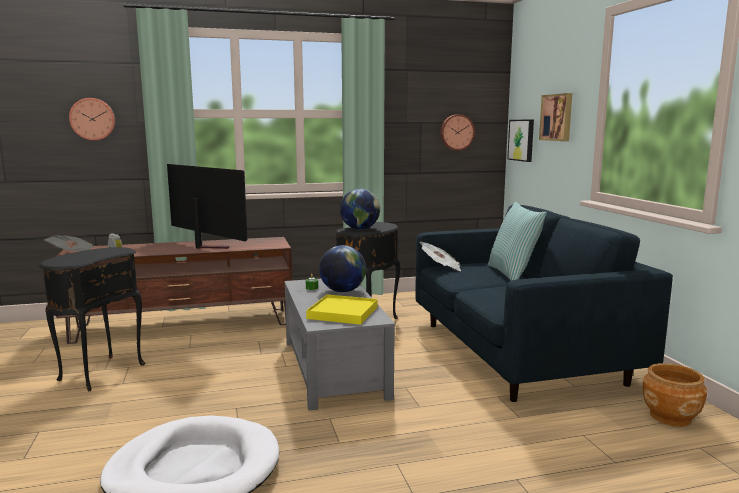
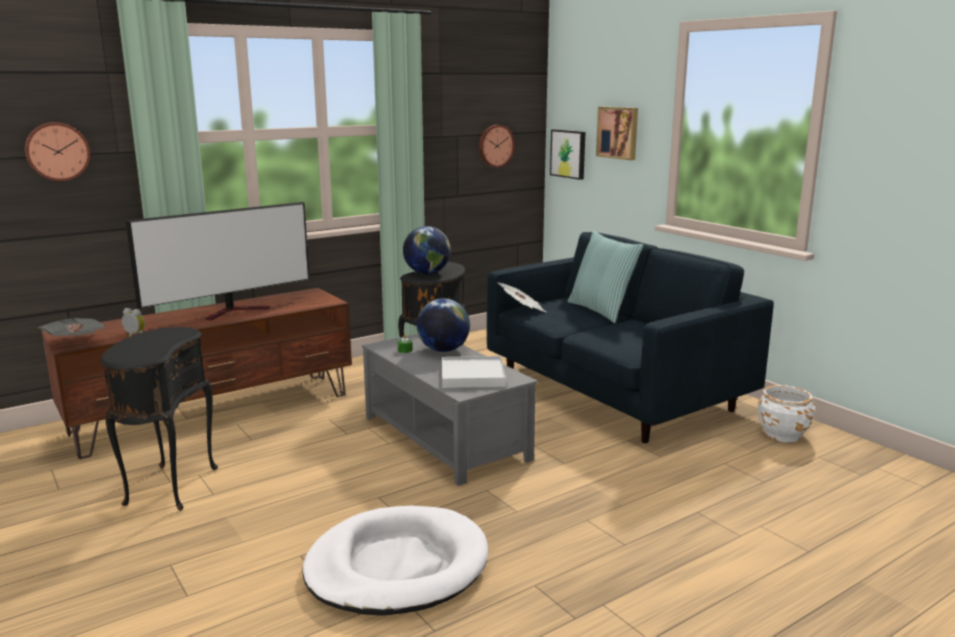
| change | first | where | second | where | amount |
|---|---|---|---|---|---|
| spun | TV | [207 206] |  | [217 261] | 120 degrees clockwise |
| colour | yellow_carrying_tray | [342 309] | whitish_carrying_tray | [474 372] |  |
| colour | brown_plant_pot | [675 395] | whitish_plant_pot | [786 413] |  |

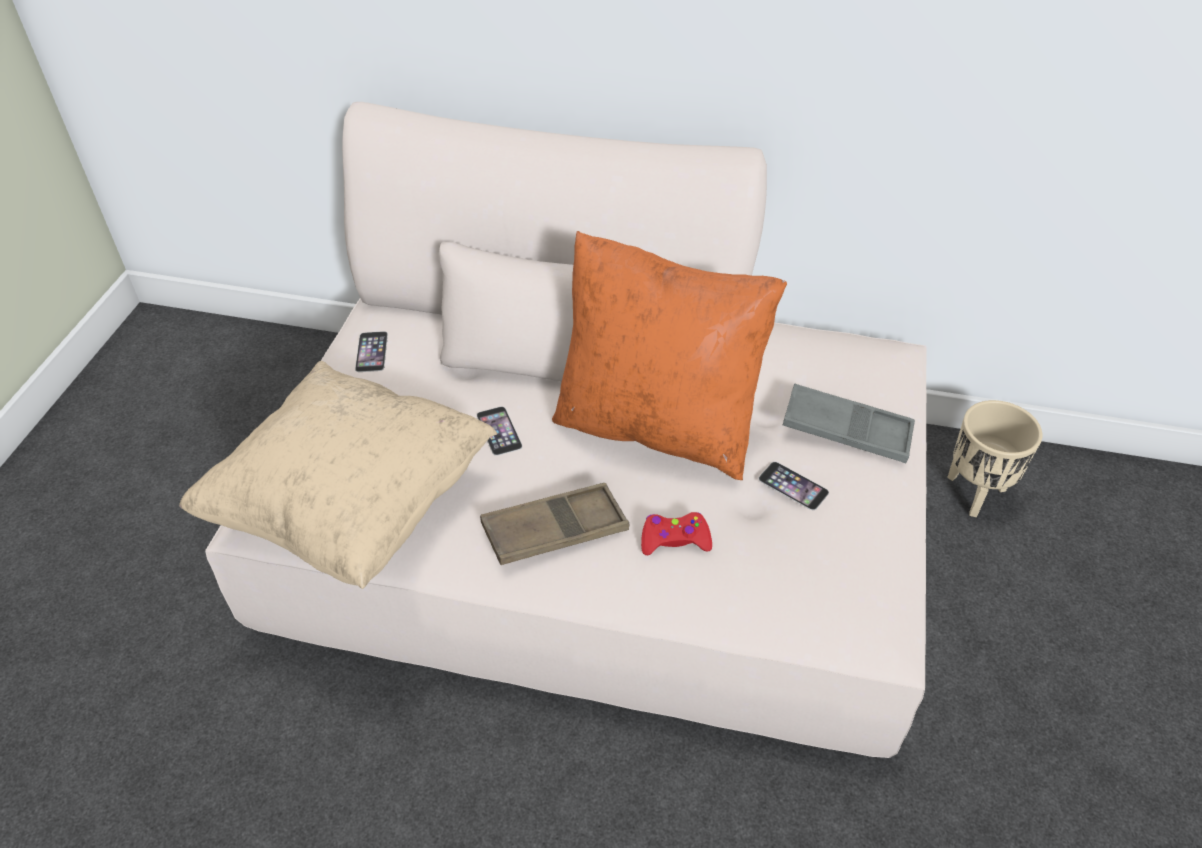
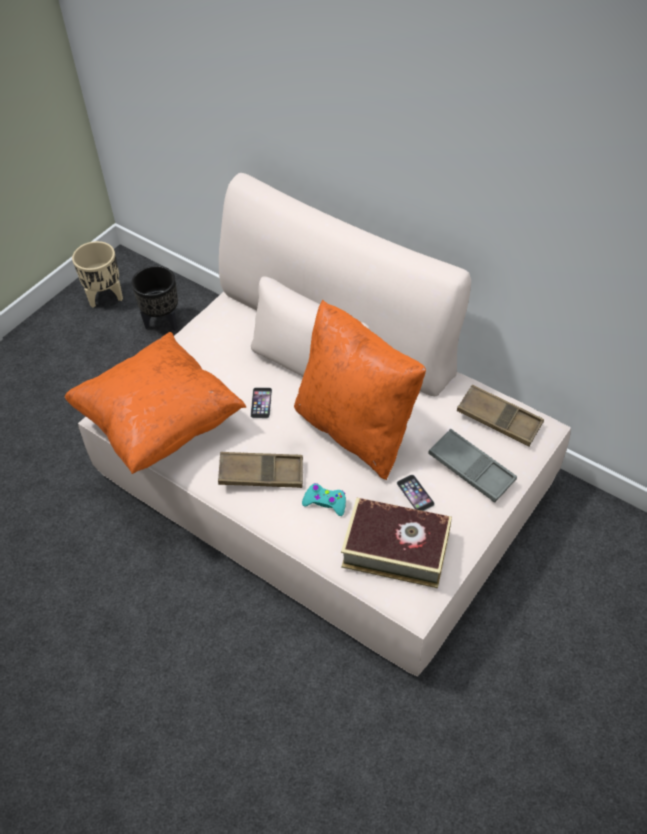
| change | first | where | second | where | amount |
|---|---|---|---|---|---|
| colour | beige-coloured_pillow | [338 475] | orange_pillow | [155 403] |  |
| missing | handset | [371 351] |  |  |  |
| colour | red_joypad | [676 533] | turquoise-coloured_joypad | [324 499] |  |
| relocated | beige-coloured_plant_pot | [994 458] |  | [97 274] |  |
| appeared |  |  | blackish_plant_pot | [154 298] |  |
| appeared |  |  | bound_book | [396 543] |  |
| appeared |  |  | brown_carrying_tray | [500 416] |  |

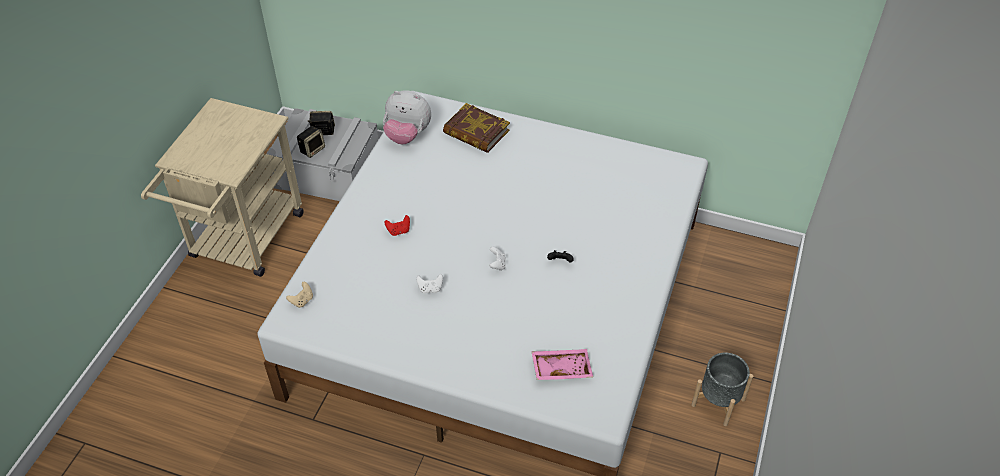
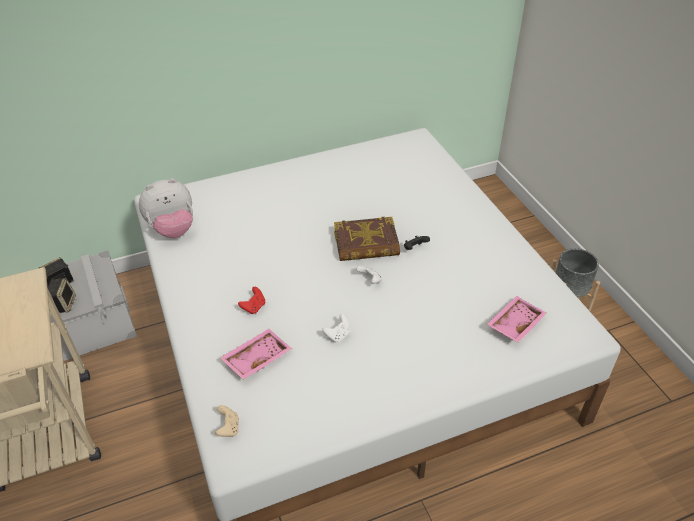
| change | first | where | second | where | amount |
|---|---|---|---|---|---|
| relocated | bound_book | [476 128] |  | [367 239] |  |
| appeared |  |  | pink-coloured_carrying_tray | [256 354] |  |

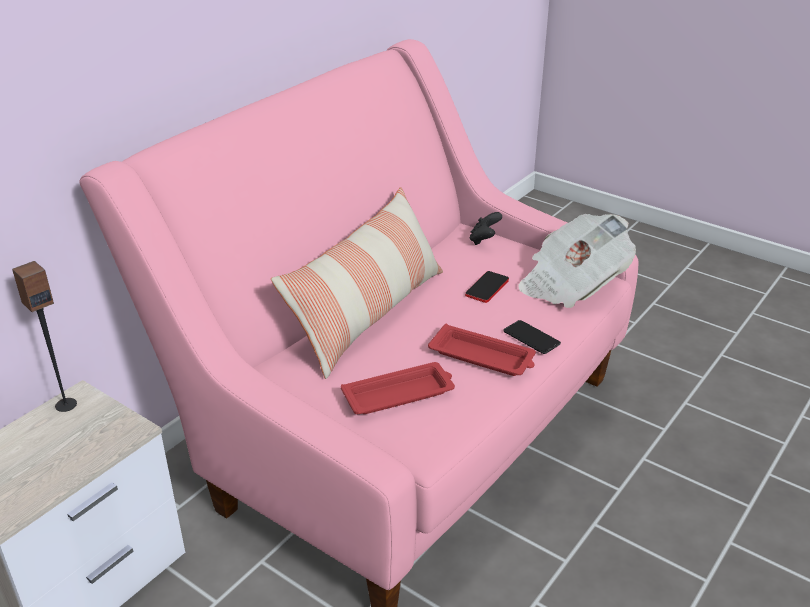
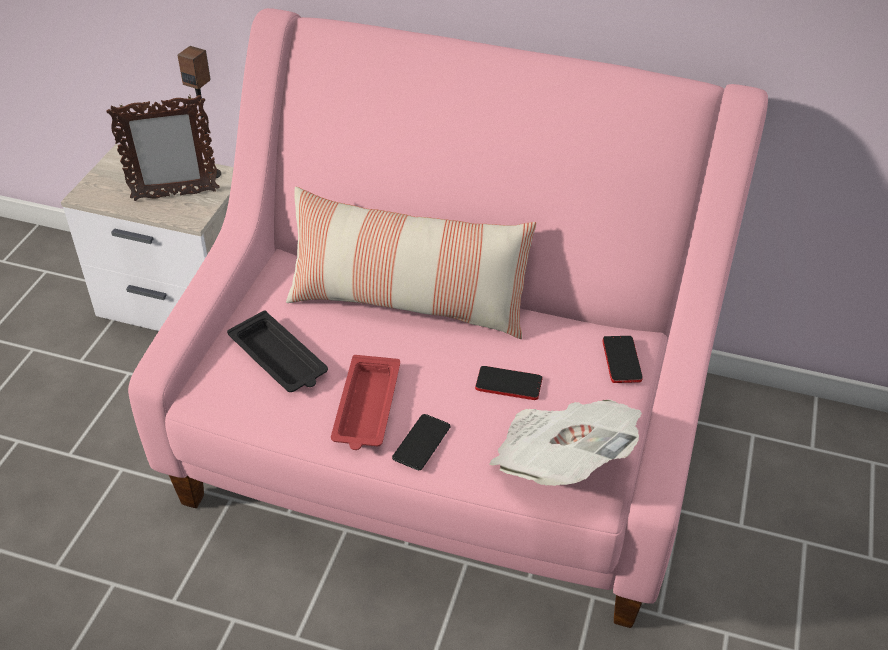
| change | first | where | second | where | amount |
|---|---|---|---|---|---|
| colour | red_carrying_tray | [398 388] | blackish_carrying_tray | [277 351] |  |
| exchanged | blackish_joypad | [486 228] | handset | [623 359] |  |
| appeared |  |  | picture_frame | [163 148] |  |

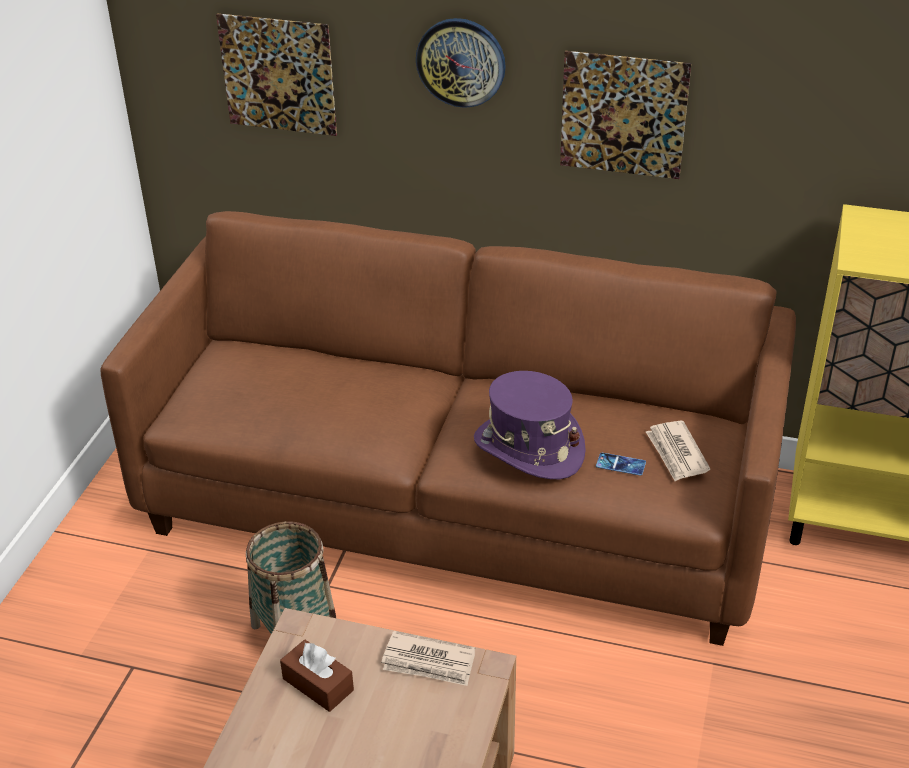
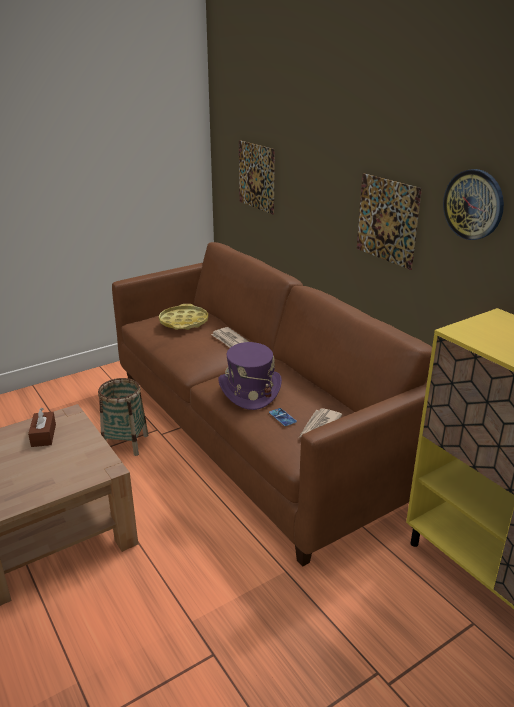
| change | first | where | second | where | amount |
|---|---|---|---|---|---|
| relocated | newspaper | [428 658] |  | [230 337] |  |
| relocated | wall_clock | [461 63] |  | [473 204] |  |
| appeared |  |  | yellow_carrying_tray | [183 317] |  |

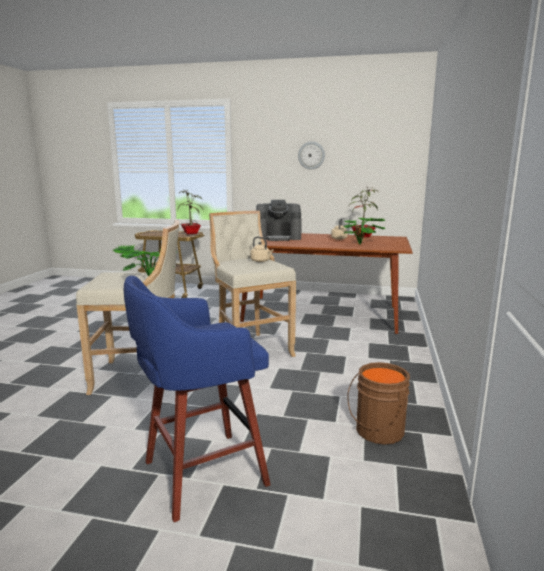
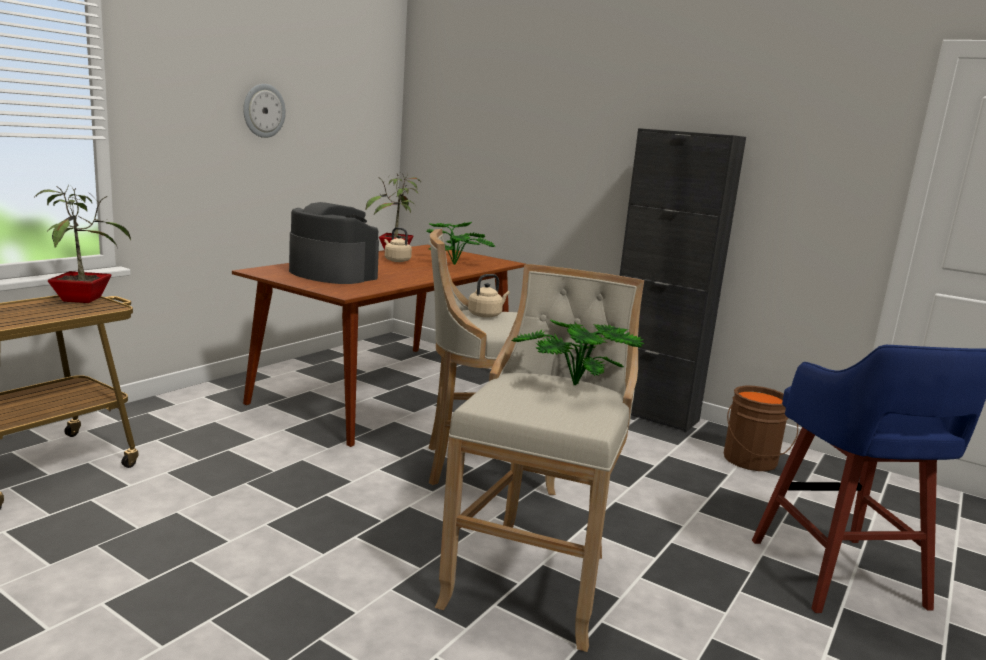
| change | first | where | second | where | amount |
|---|---|---|---|---|---|
| spun | coffee_machine | [279 220] |  | [334 243] | 75 degrees counterclockwise |
| appeared |  |  | blackish_storage_cabinet | [682 280] |  |

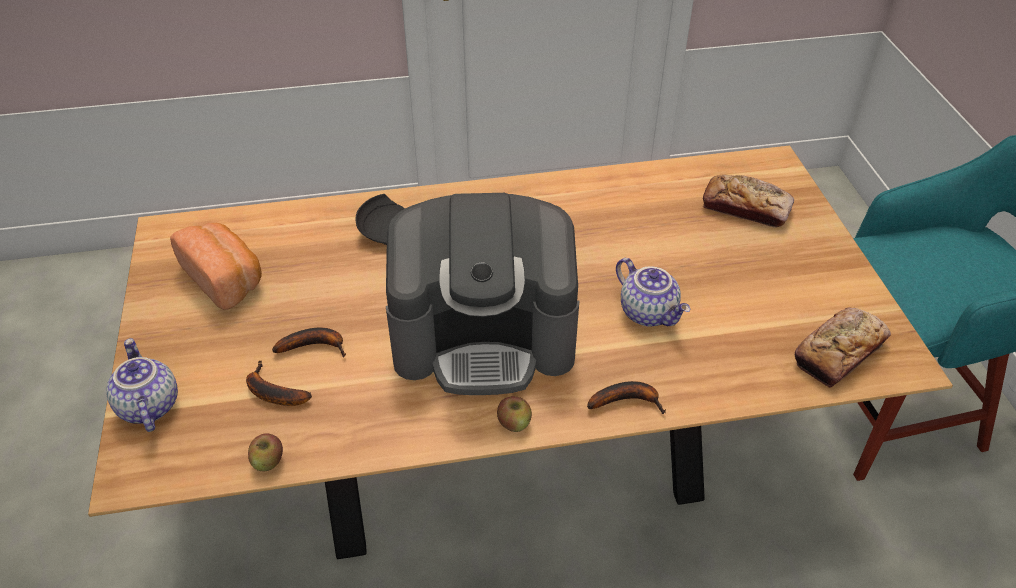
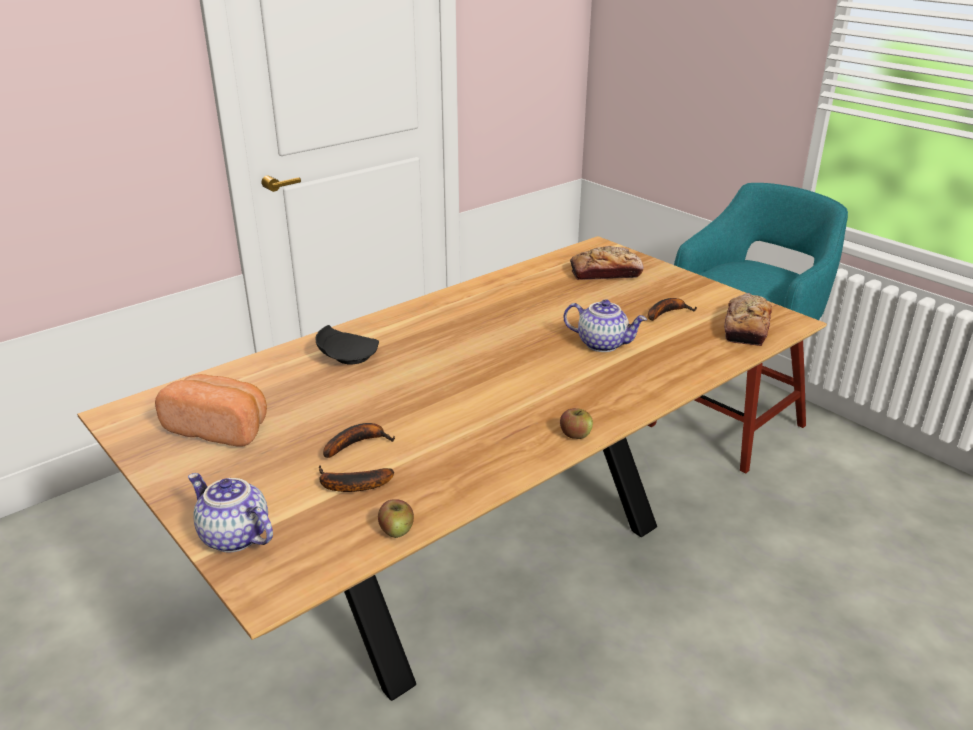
| change | first | where | second | where | amount |
|---|---|---|---|---|---|
| missing | coffee_machine | [482 294] |  |  |  |
| relocated | whole_banana | [627 397] |  | [672 309] |  |

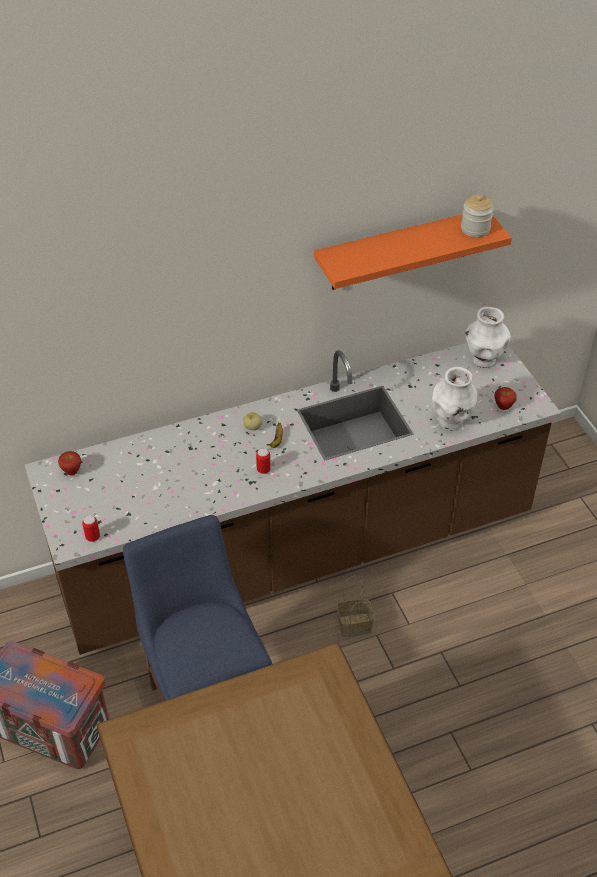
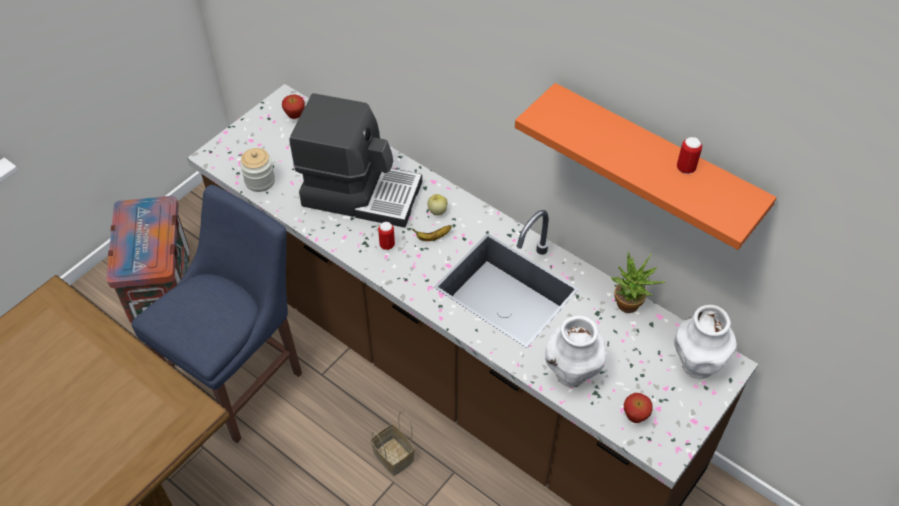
| change | first | where | second | where | amount |
|---|---|---|---|---|---|
| relocated | sealed_can | [91 528] |  | [689 155] |  |
| relocated | jar | [477 215] |  | [257 170] |  |
| appeared |  |  | coffee_machine | [355 160] |  |
| appeared |  |  | potted_plant | [638 282] |  |

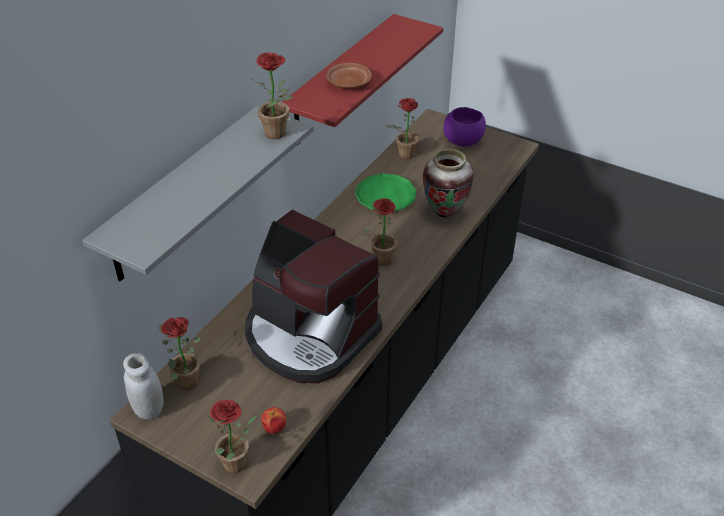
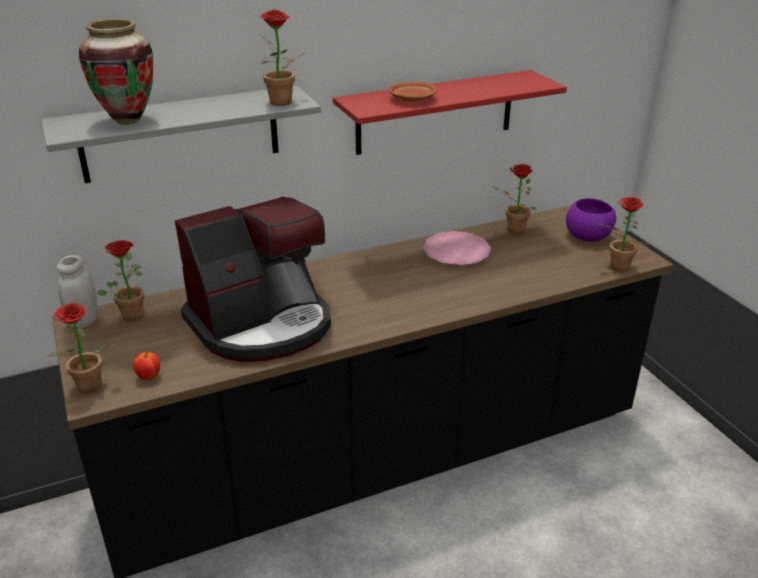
| change | first | where | second | where | amount |
|---|---|---|---|---|---|
| spun | coffee_machine | [313 296] |  | [253 279] | 105 degrees counterclockwise |
| colour | greenish_plate | [386 192] | pink-coloured_plate | [457 248] |  |
| relocated | potted_plant | [385 231] |  | [624 234] |  |
| relocated | decorative_vase | [448 184] |  | [116 72] |  |

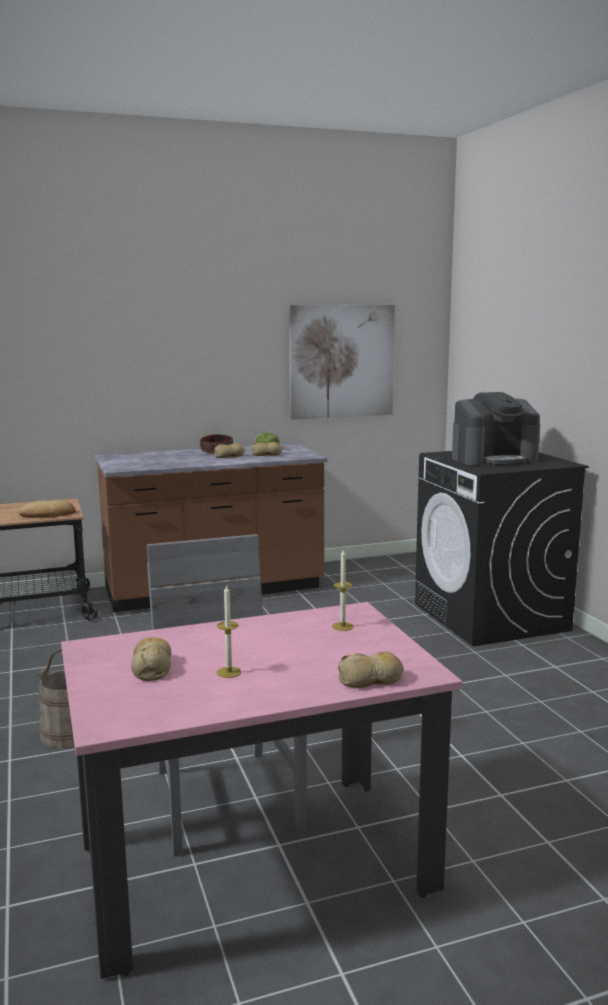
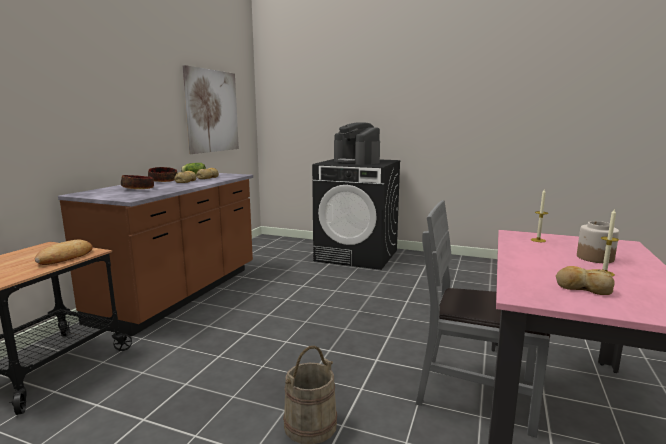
| change | first | where | second | where | amount |
|---|---|---|---|---|---|
| missing | bread | [371 670] |  |  |  |
| spun | coffee_machine | [496 429] |  | [357 143] | 120 degrees clockwise |
| appeared |  |  | bowl | [137 182] |  |
| appeared |  |  | jar | [598 242] |  |

